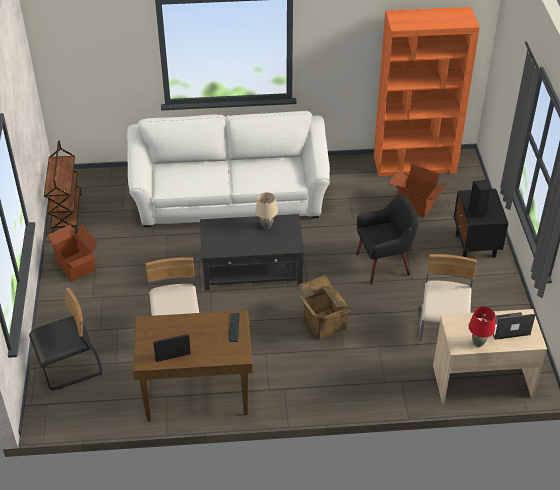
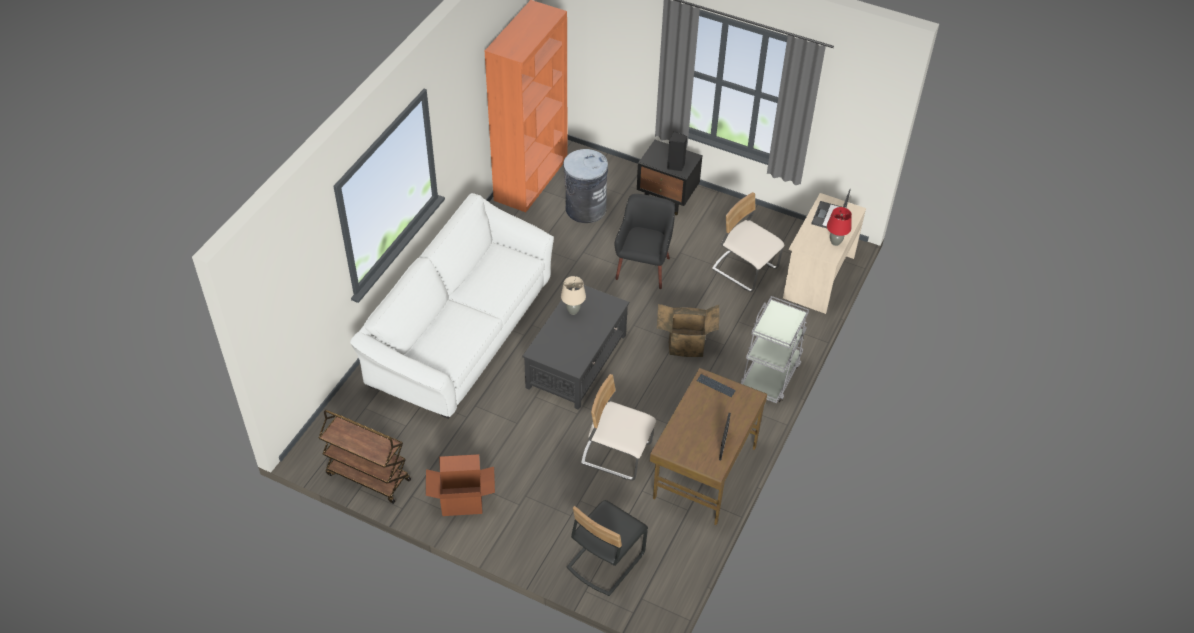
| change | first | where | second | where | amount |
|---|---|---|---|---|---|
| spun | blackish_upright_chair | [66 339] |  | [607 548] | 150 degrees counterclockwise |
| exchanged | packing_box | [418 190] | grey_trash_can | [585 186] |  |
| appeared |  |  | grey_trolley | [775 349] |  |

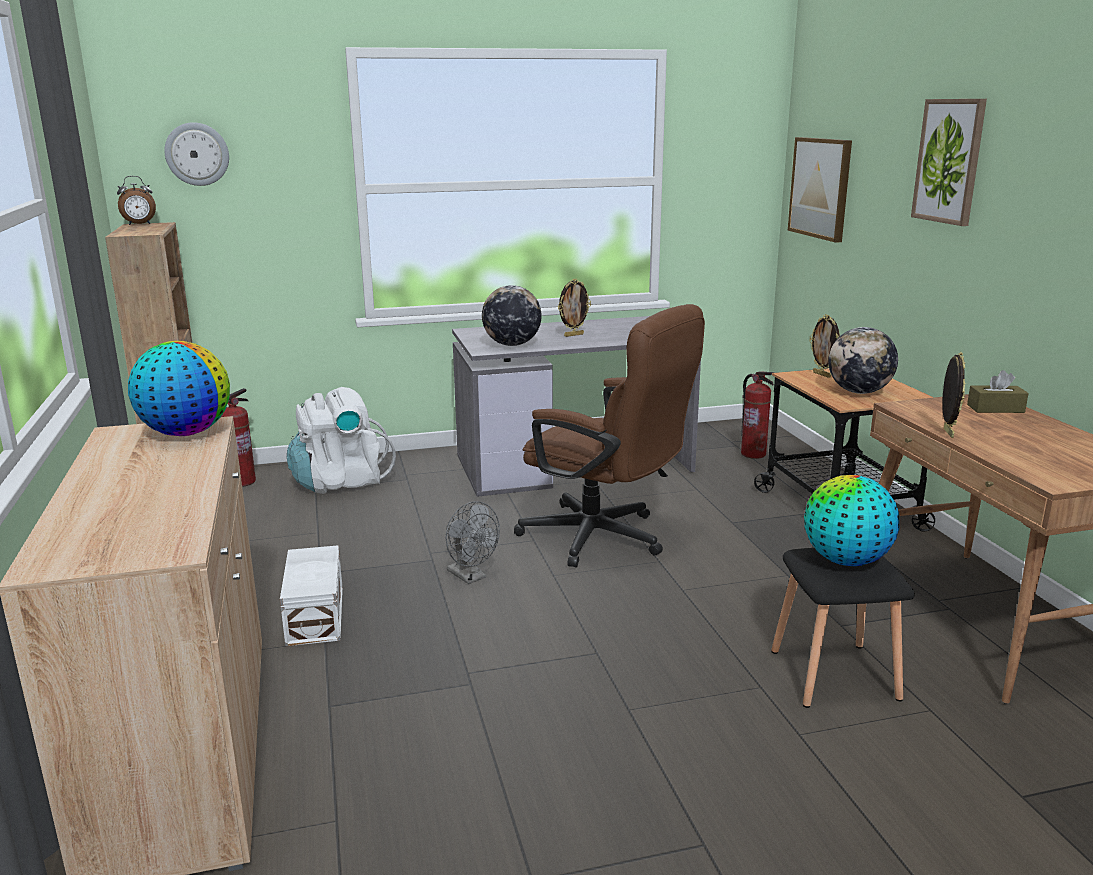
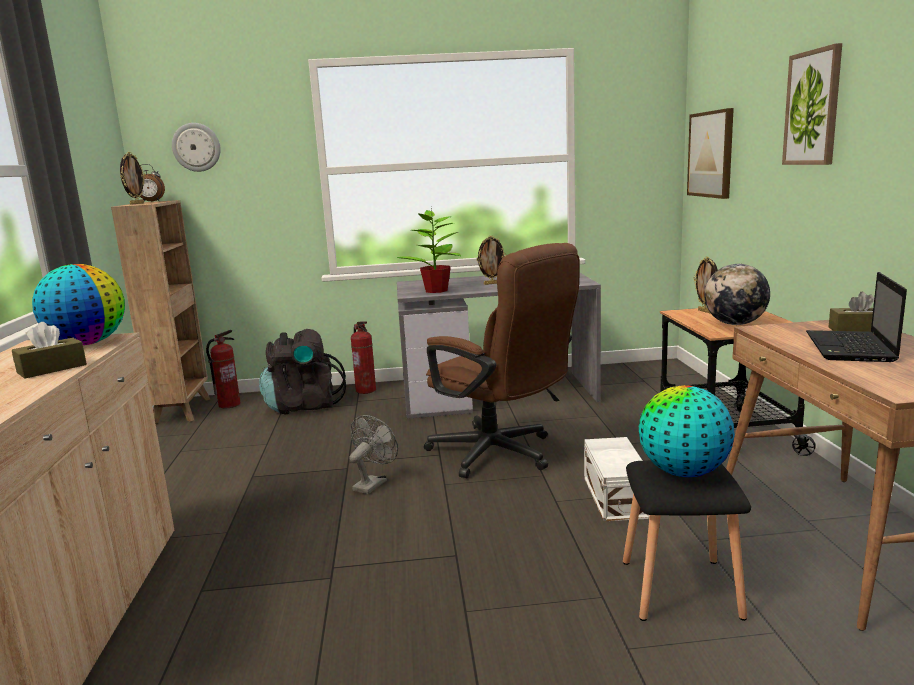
| change | first | where | second | where | amount |
|---|---|---|---|---|---|
| relocated | whitish_storage_box | [311 595] |  | [617 479] |  |
| colour | whitish_rucksack | [341 440] | blackish_rucksack | [302 372] |  |
| spun | grey_electric_fan | [472 542] |  | [373 454] | 120 degrees counterclockwise |
| exchanged | desk_globe | [512 315] | potted_plant | [429 250] |  |
| relocated | extinguisher | [757 415] |  | [363 357] |  |
| relocated | picture_frame | [953 395] |  | [132 178] |  |
| appeared |  |  | brown_box_of_tissues | [49 350] |  |
| appeared |  |  | notebook_computer | [856 317] |  |

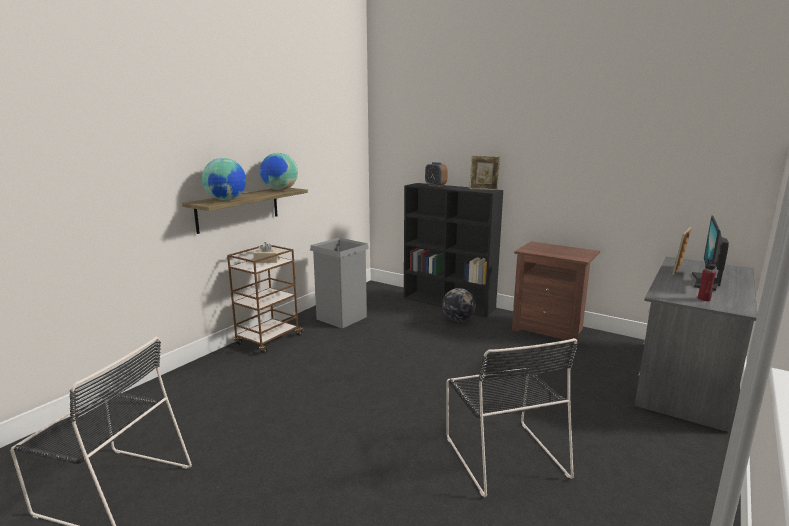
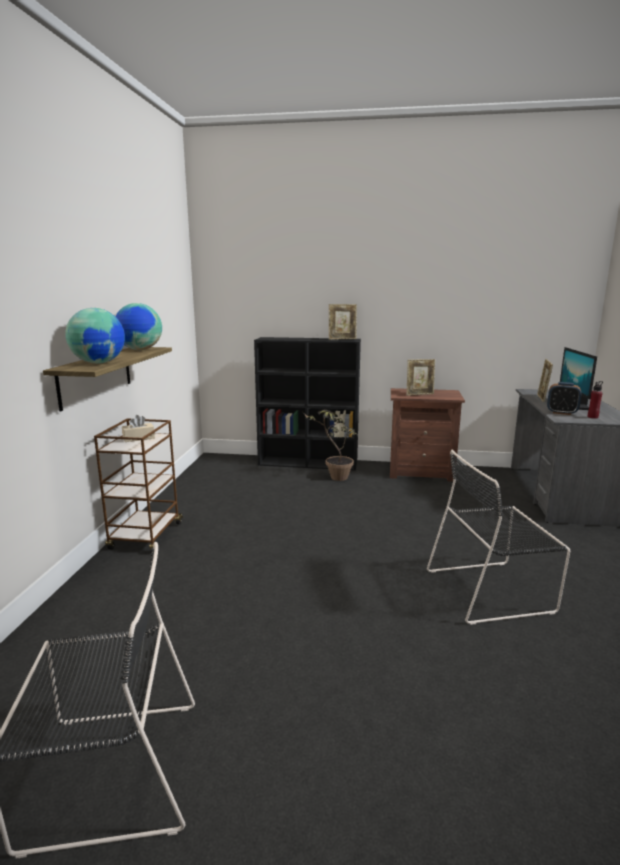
| change | first | where | second | where | amount |
|---|---|---|---|---|---|
| missing | grey_trash_can | [339 283] |  |  |  |
| relocated | alarm_clock | [436 174] |  | [564 398] |  |
| exchanged | desk_globe | [459 305] | potted_plant | [329 445] |  |
| spun | blackish_upright_chair | [512 417] |  | [498 537] | 120 degrees clockwise |
| appeared |  |  | picture_frame | [420 377] |  |

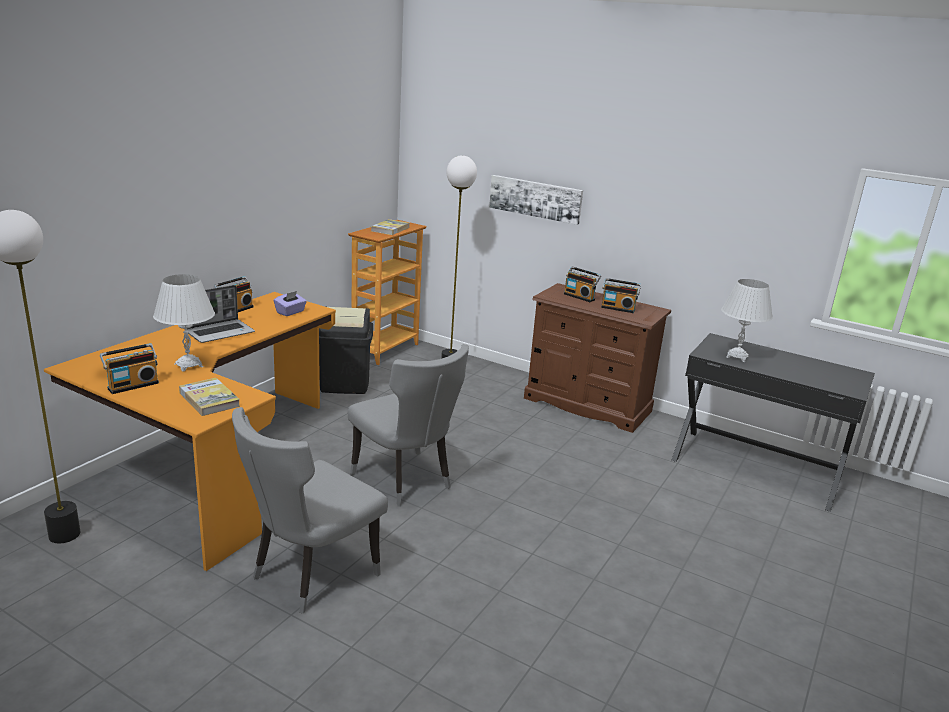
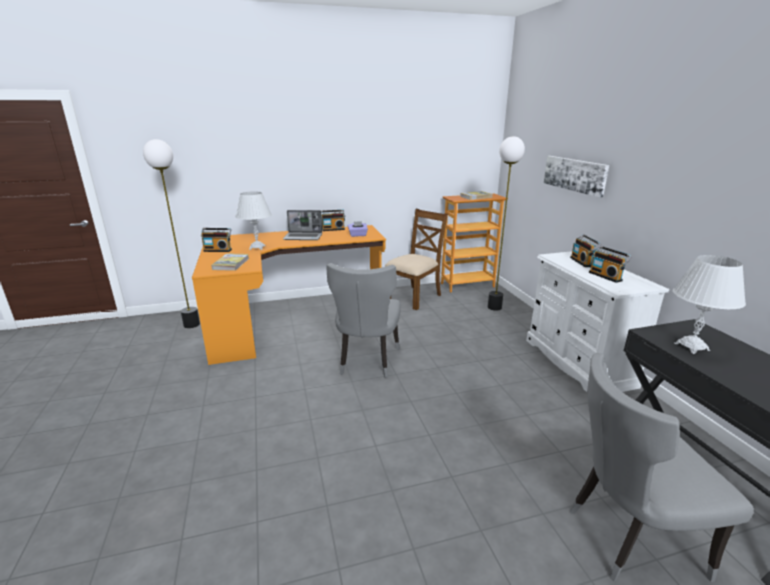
| change | first | where | second | where | amount |
|---|---|---|---|---|---|
| relocated | grey_upright_chair | [310 510] |  | [661 467] |  |
| exchanged | blackish_trash_can | [346 350] | brown_upright_chair | [416 259] |  |
| colour | brown_drawer_chest | [597 358] | whitish_drawer_chest | [597 321] |  |

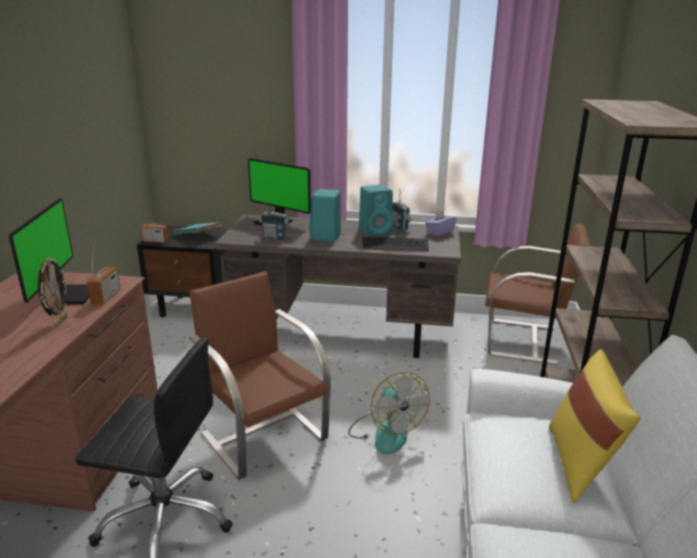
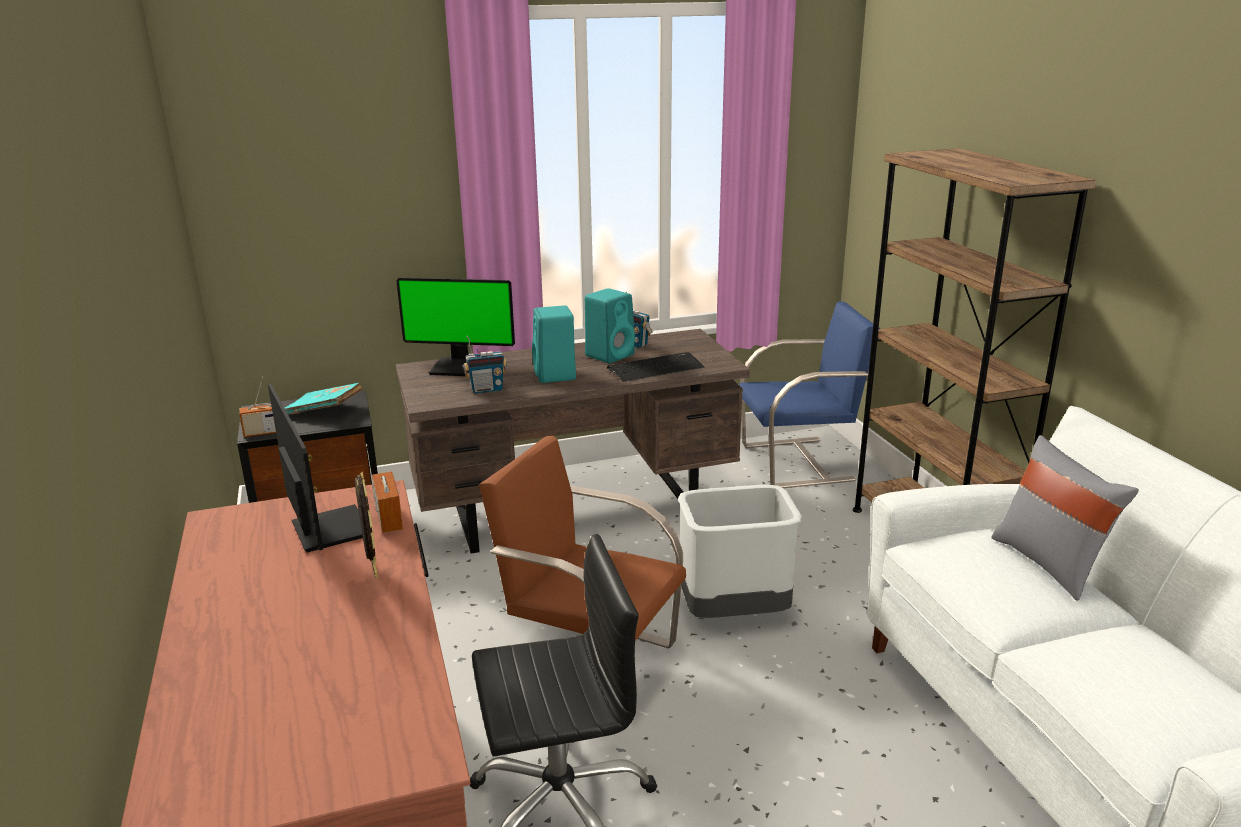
| change | first | where | second | where | amount |
|---|---|---|---|---|---|
| exchanged | electric_fan | [389 413] | grey_trash_can | [740 551] |  |
| missing | purple_box_of_tissues | [441 223] |  |  |  |
| colour | brown_upright_chair | [538 294] | blue-coloured_upright_chair | [810 394] |  |
| colour | yellow_pillow | [594 426] | grey_pillow | [1065 518] |  |

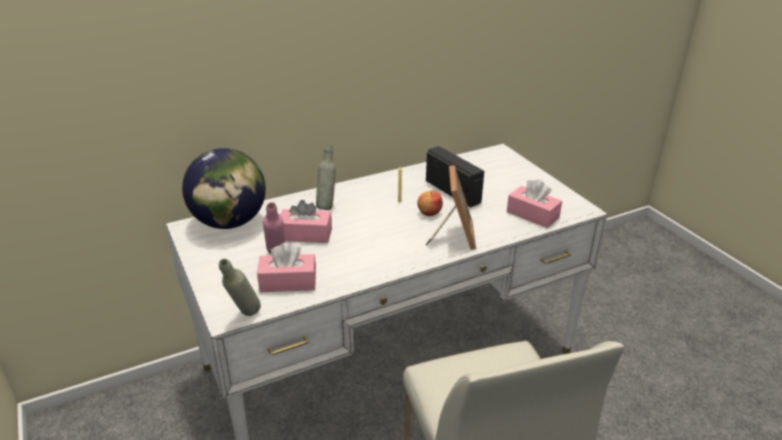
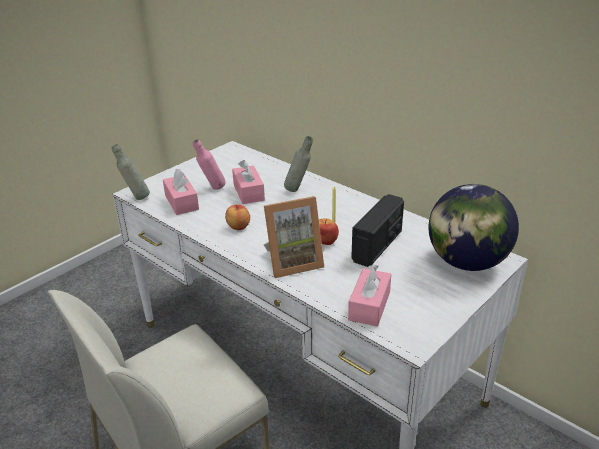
| change | first | where | second | where | amount |
|---|---|---|---|---|---|
| relocated | desk_globe | [224 188] |  | [473 227] |  |
| appeared |  |  | whole_apple | [237 217] |  |

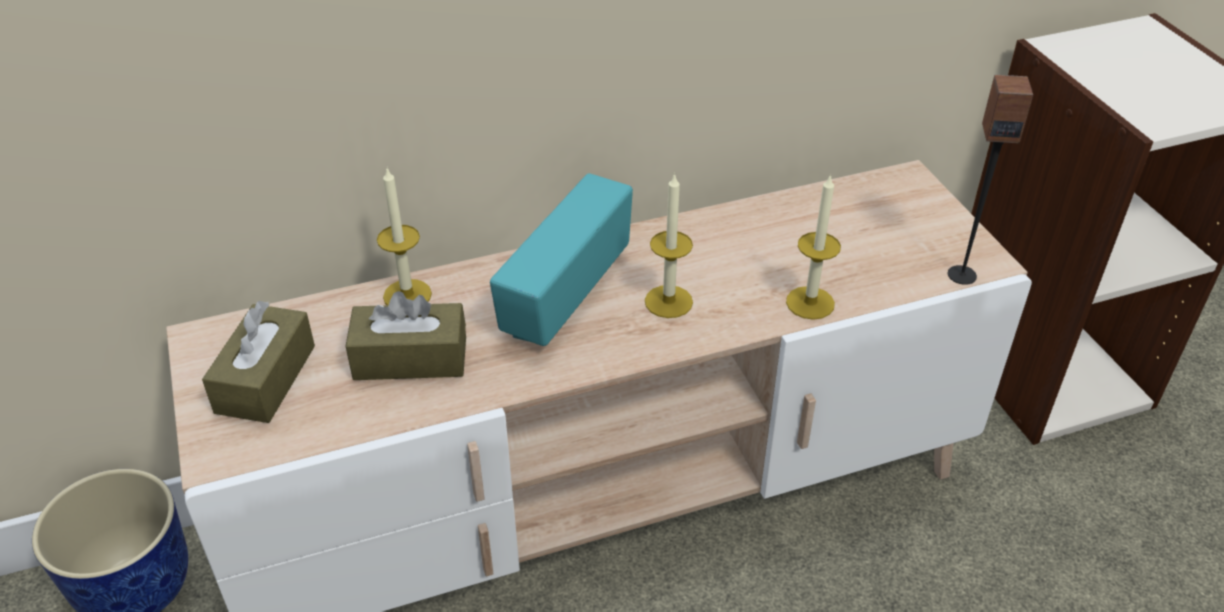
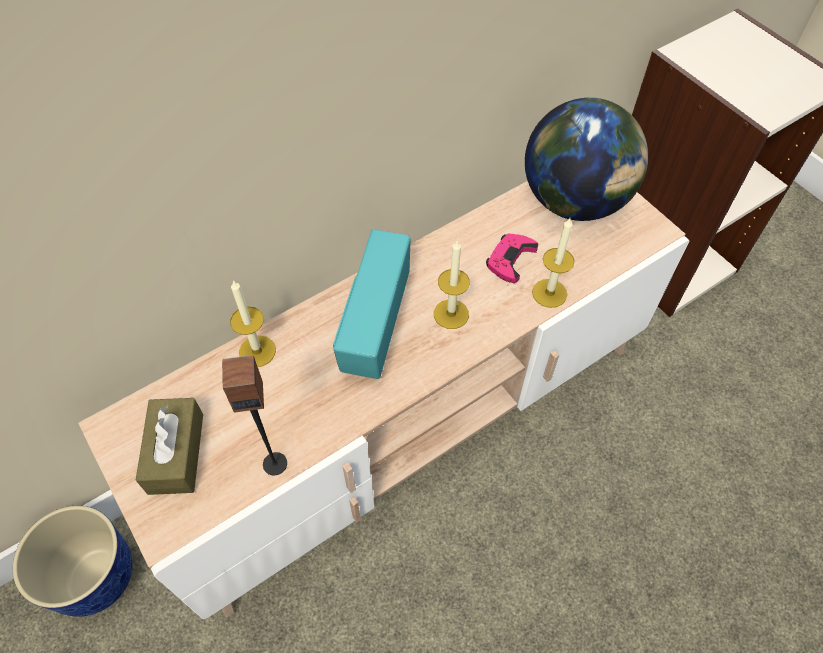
| change | first | where | second | where | amount |
|---|---|---|---|---|---|
| missing | brown_box_of_tissues | [406 335] |  |  |  |
| relocated | speaker | [990 180] |  | [254 415] |  |
| appeared |  |  | pink-coloured_joypad | [512 258] |  |
| appeared |  |  | desk_globe | [586 159] |  |

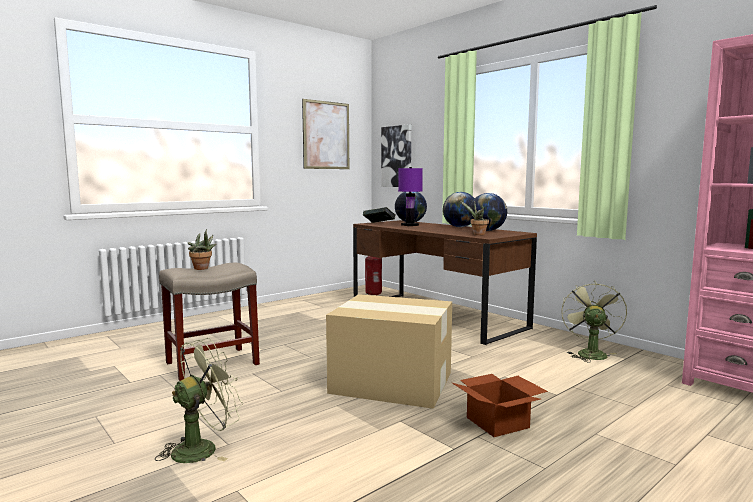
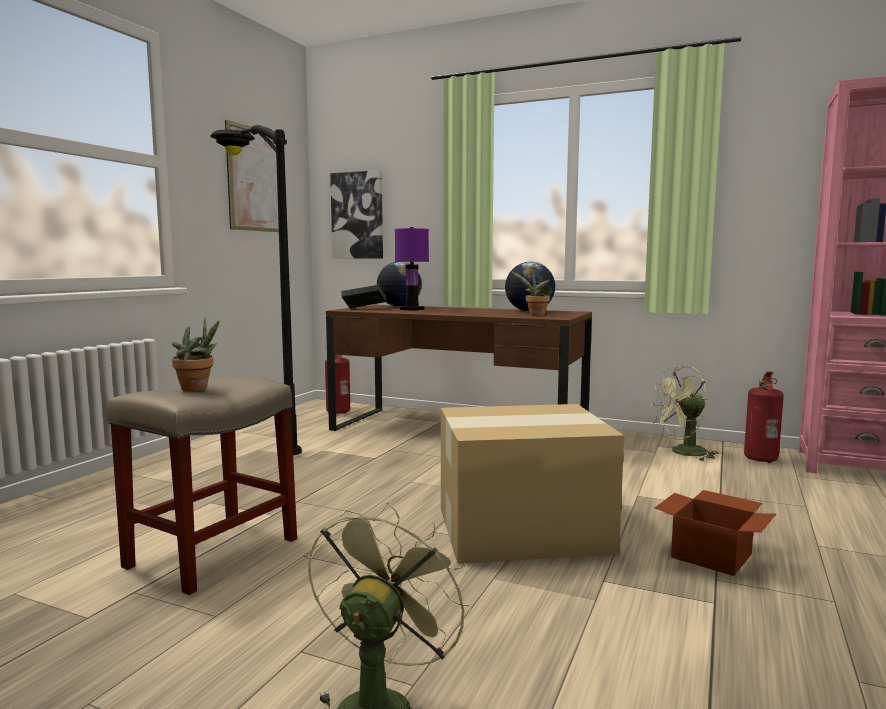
| change | first | where | second | where | amount |
|---|---|---|---|---|---|
| missing | desk_globe | [459 209] |  |  |  |
| spun | greenish_electric_fan | [594 321] |  | [685 413] | 90 degrees counterclockwise |
| appeared |  |  | blackish_floor_lamp | [256 290] |  |
| appeared |  |  | extinguisher | [764 417] |  |

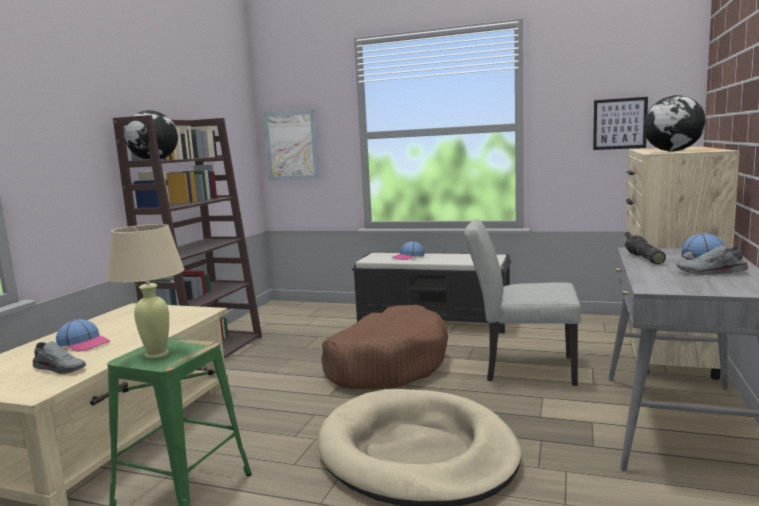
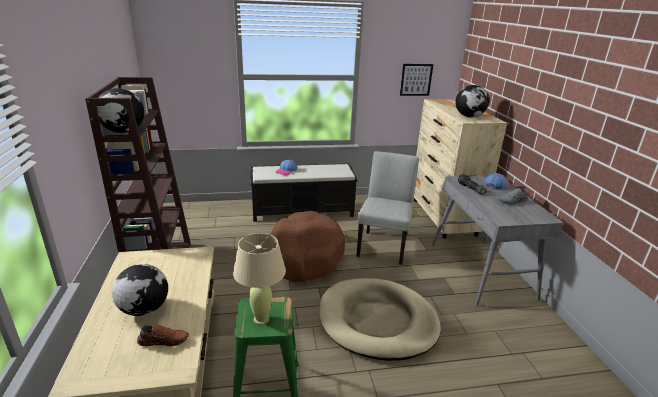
| change | first | where | second | where | amount |
|---|---|---|---|---|---|
| colour | grey_shoe | [59 357] | brown_shoe | [163 334] |  |
| exchanged | peaked_cap | [83 335] | desk_globe | [140 290] |  |
| missing | picture | [291 145] |  |  |  |
| spun | grey_upright_chair | [522 302] |  | [388 208] | 120 degrees clockwise |

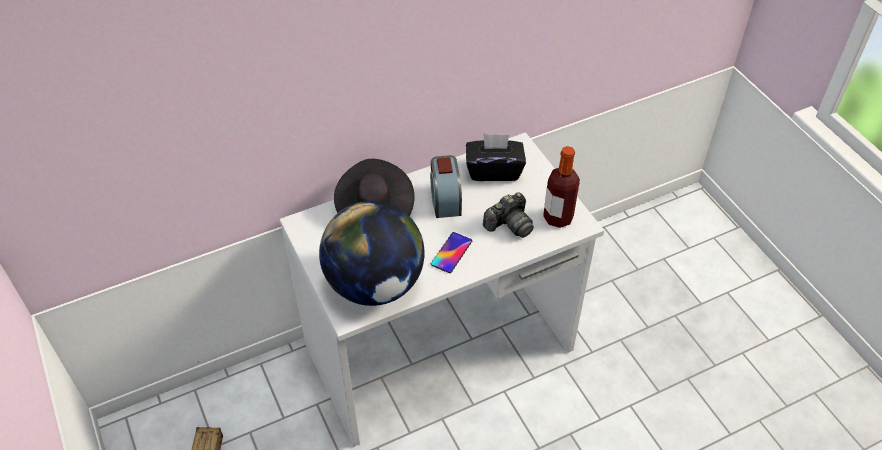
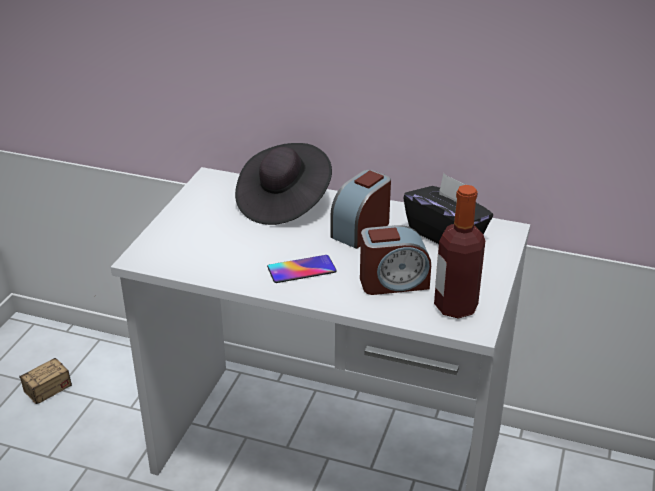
| change | first | where | second | where | amount |
|---|---|---|---|---|---|
| missing | desk_globe | [372 253] |  |  |  |
| exchanged | photo_camera | [508 215] | alarm_clock | [395 260] |  |

